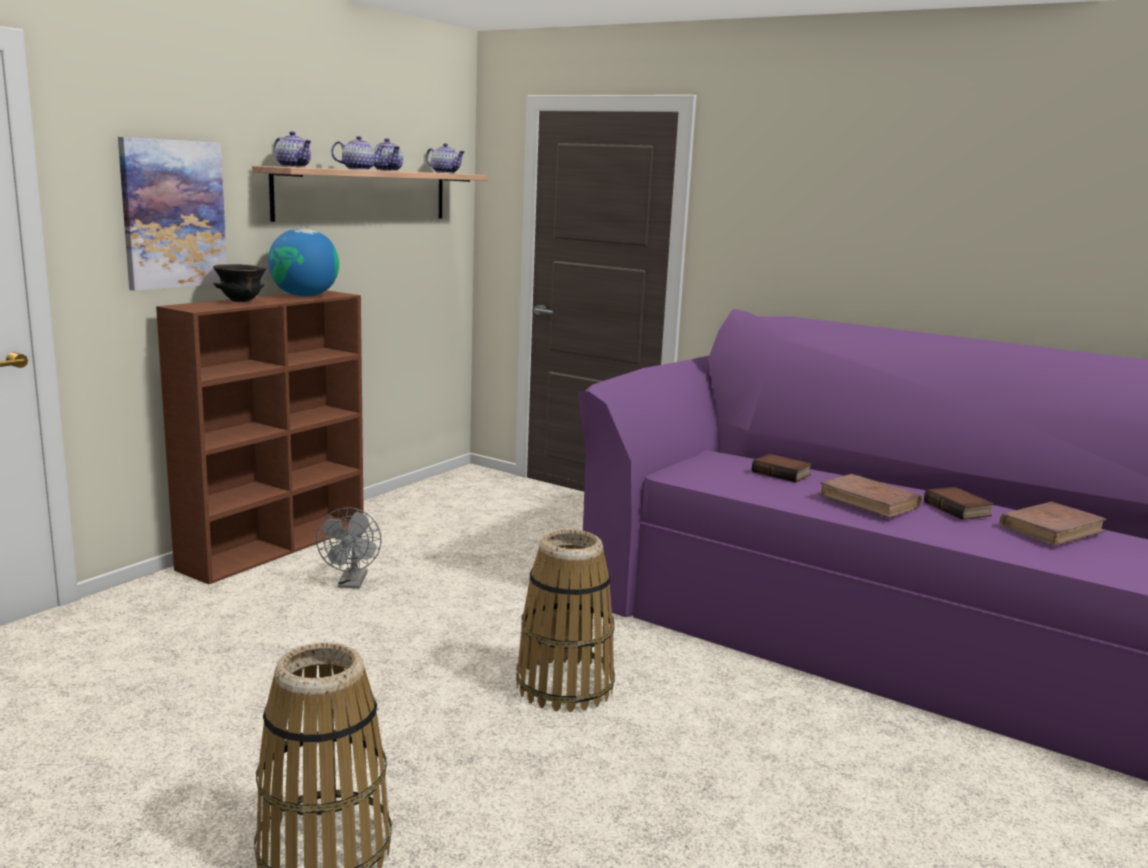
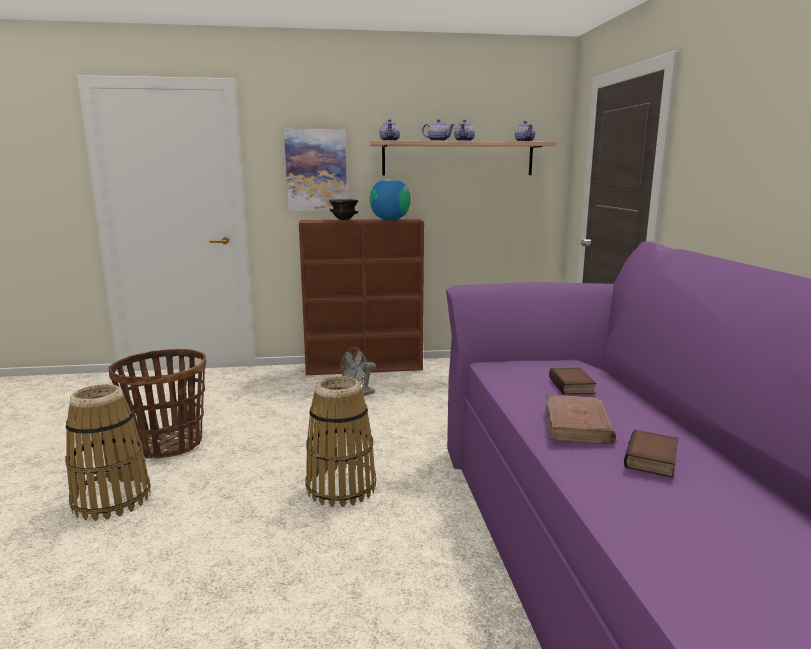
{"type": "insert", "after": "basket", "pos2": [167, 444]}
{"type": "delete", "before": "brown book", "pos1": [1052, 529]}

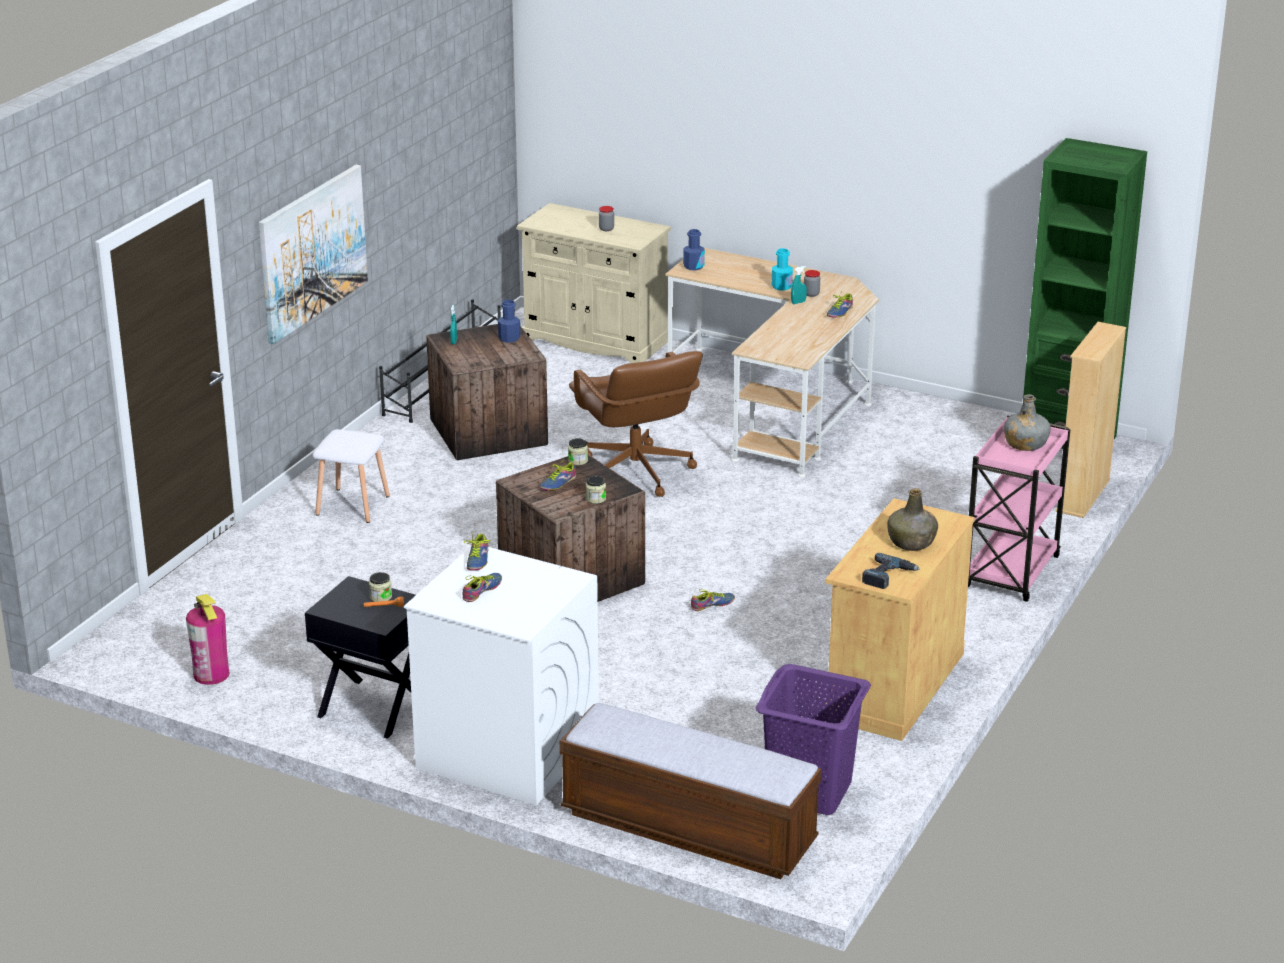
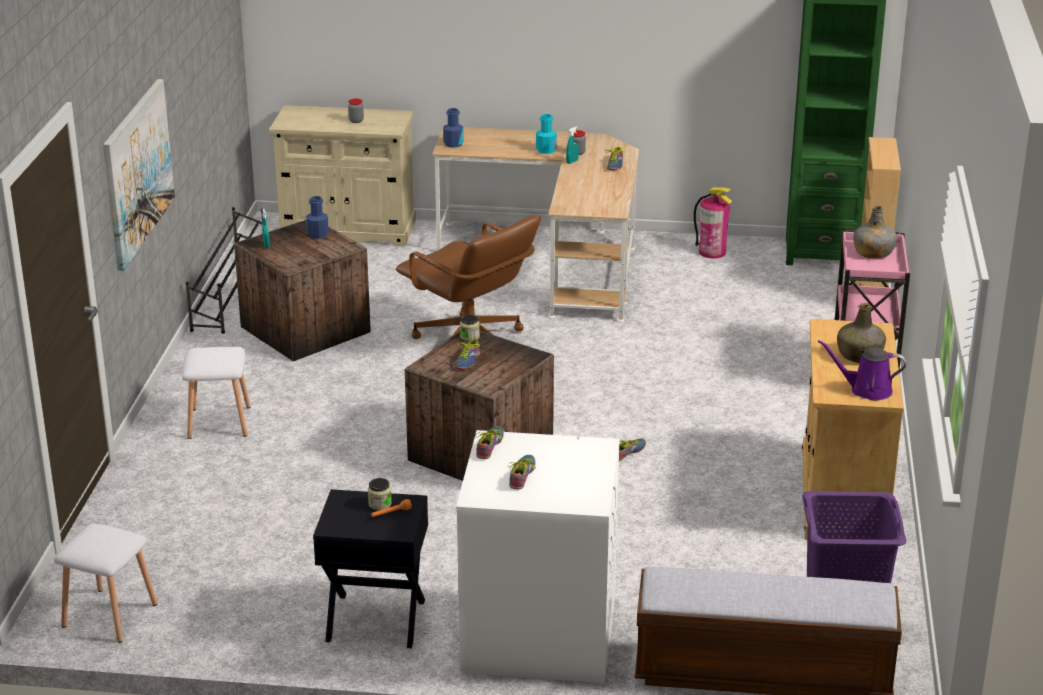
{"type": "insert", "after": "white-coloured sitting stool", "pos2": [108, 615]}
{"type": "rotate", "before": "low shoe", "pos1": [476, 560], "pos2": [491, 446], "turn": -150}
{"type": "move", "before": "extinguisher", "pos1": [211, 674], "pos2": [712, 252]}
{"type": "replace", "before": "electric drill", "after": "purple-coloured sprinkling can", "pos1": [888, 576], "pos2": [866, 390]}
{"type": "delete", "before": "jar", "pos1": [595, 499]}

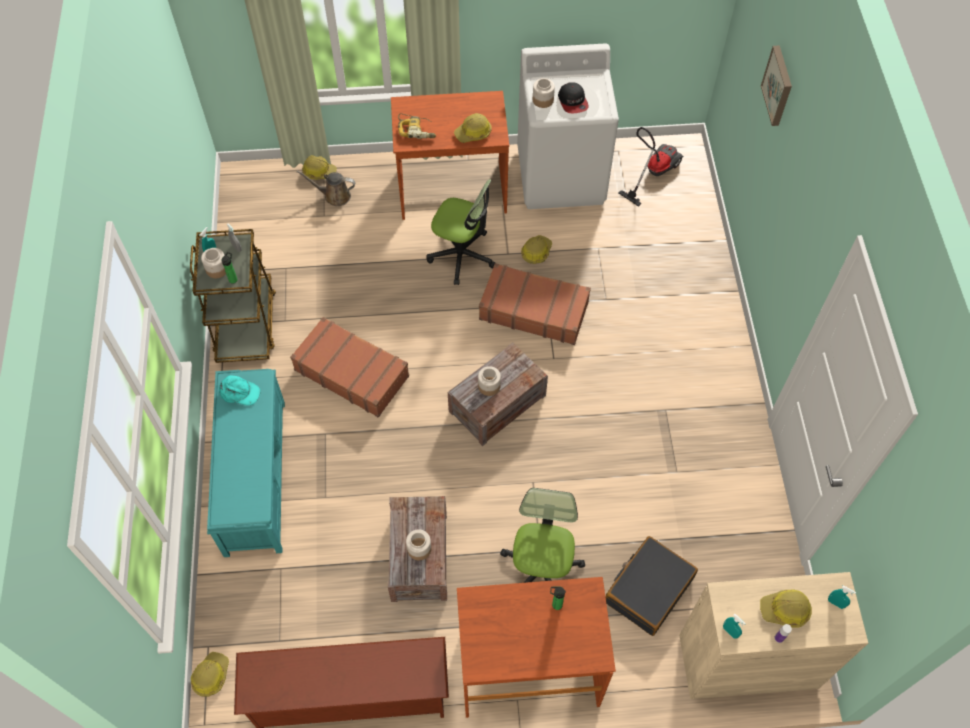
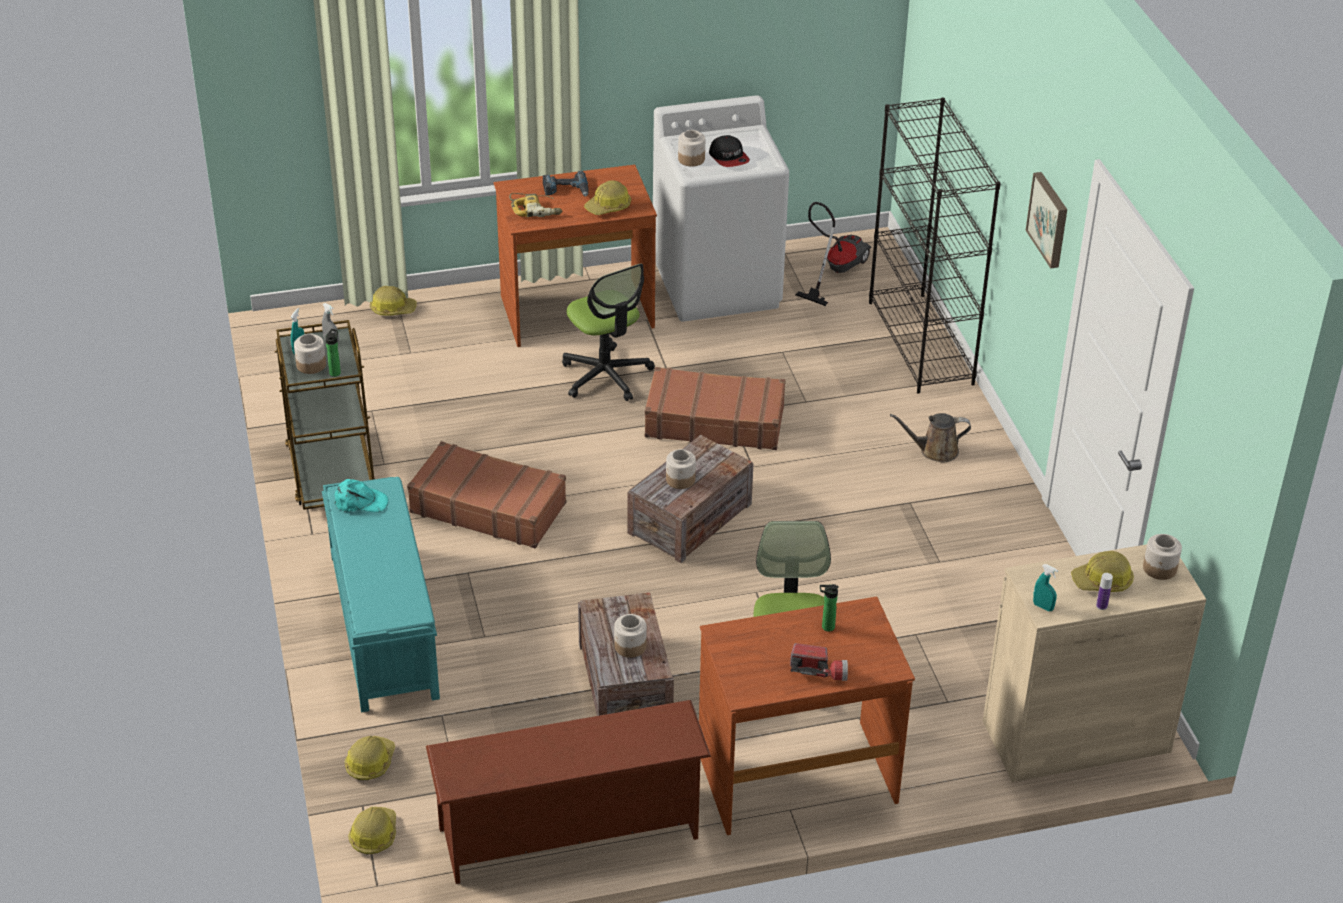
{"type": "move", "before": "work helmet", "pos1": [536, 252], "pos2": [370, 763]}
{"type": "insert", "after": "electric drill", "pos2": [566, 190]}
{"type": "rotate", "before": "desk chair", "pos1": [462, 255], "pos2": [606, 375], "turn": 45}
{"type": "insert", "after": "hand torch", "pos2": [819, 671]}
{"type": "insert", "after": "black-coloured bookshelf", "pos2": [921, 343]}
{"type": "move", "before": "brown sprinkling can", "pos1": [334, 196], "pos2": [935, 451]}
{"type": "move", "before": "picture", "pos1": [779, 85], "pos2": [1050, 219]}
{"type": "replace", "before": "turquoise-coloured spray bottle", "after": "jar", "pos1": [835, 603], "pos2": [1160, 569]}
{"type": "delete", "before": "black-coloured suitcase", "pos1": [648, 589]}

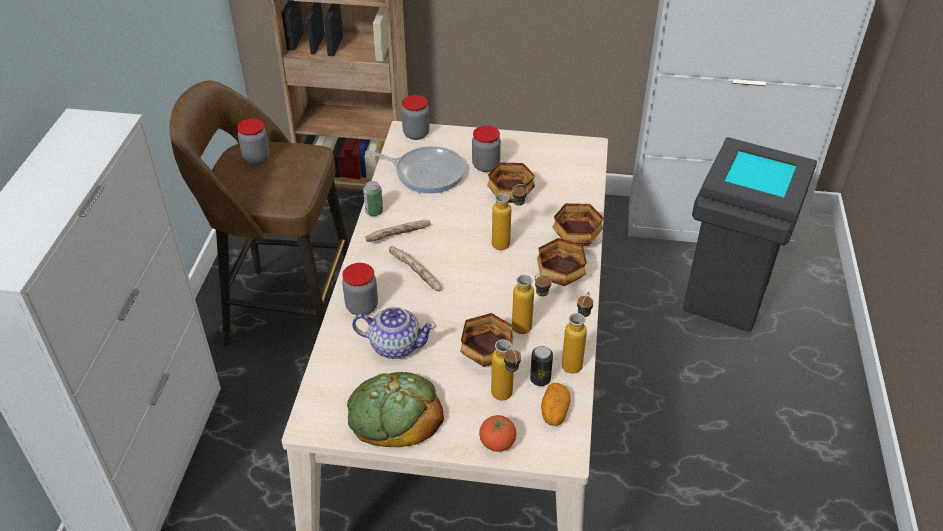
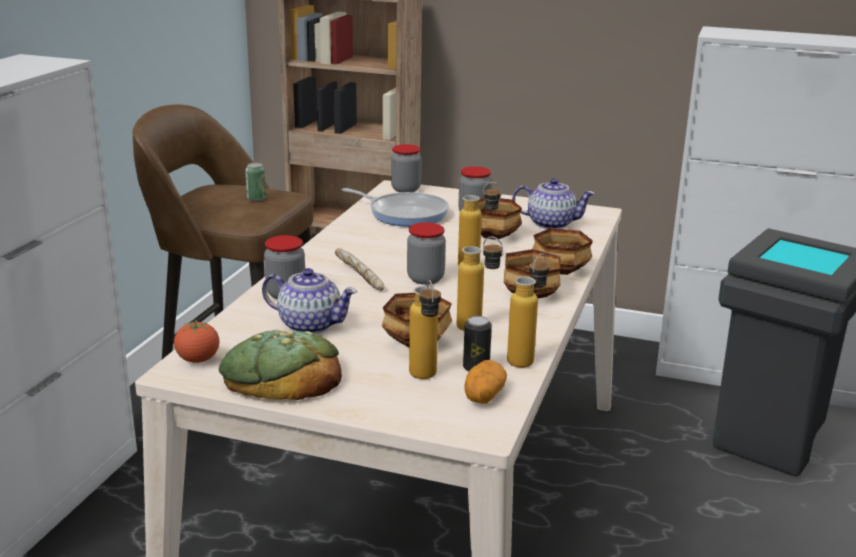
{"type": "move", "before": "tomato", "pos1": [497, 443], "pos2": [198, 360]}
{"type": "move", "before": "sealed can", "pos1": [374, 212], "pos2": [256, 199]}
{"type": "move", "before": "jar", "pos1": [256, 158], "pos2": [425, 279]}
{"type": "insert", "after": "pot for tea", "pos2": [550, 223]}
{"type": "delete", "before": "baked bread", "pos1": [399, 236]}

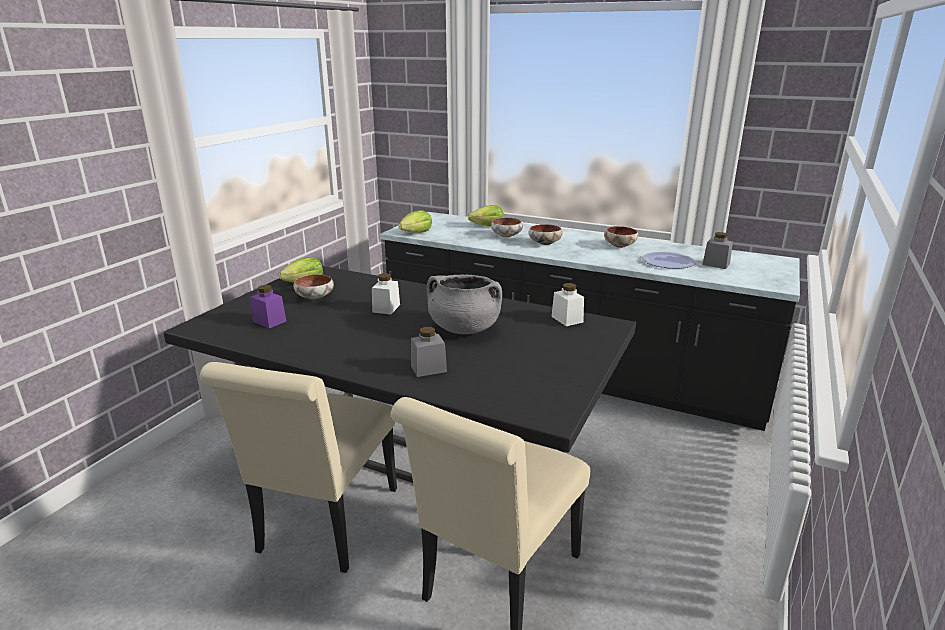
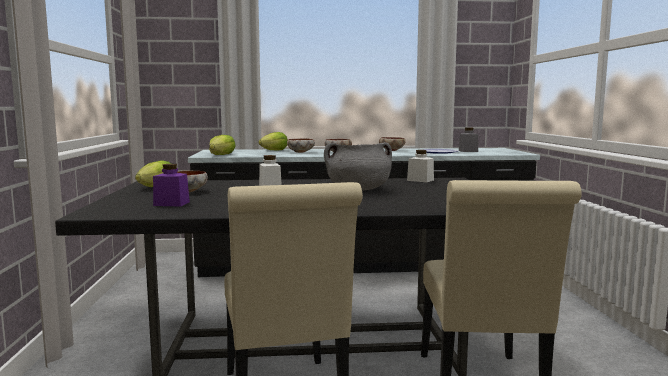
{"type": "delete", "before": "grey jar", "pos1": [428, 368]}

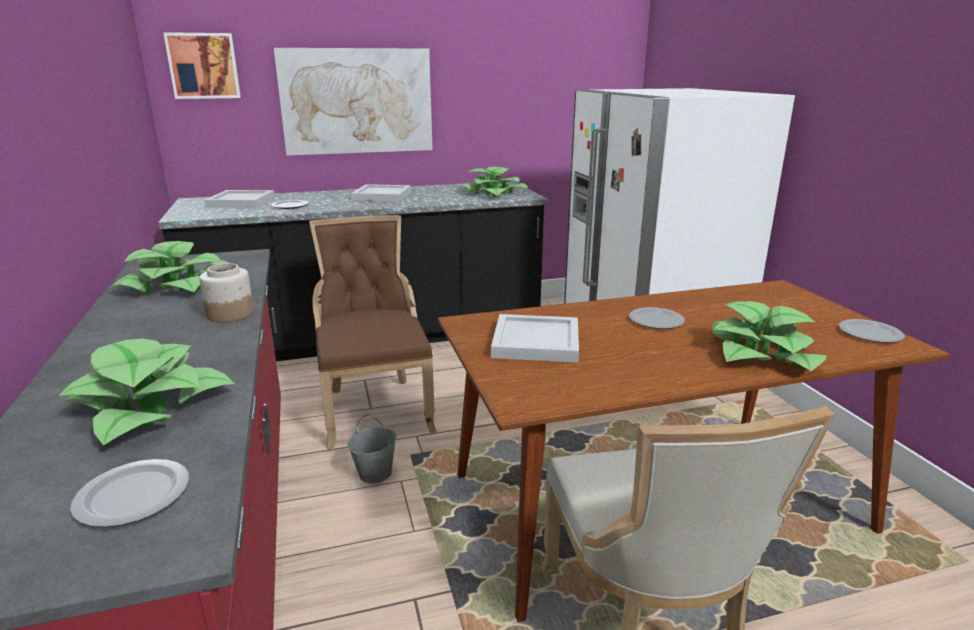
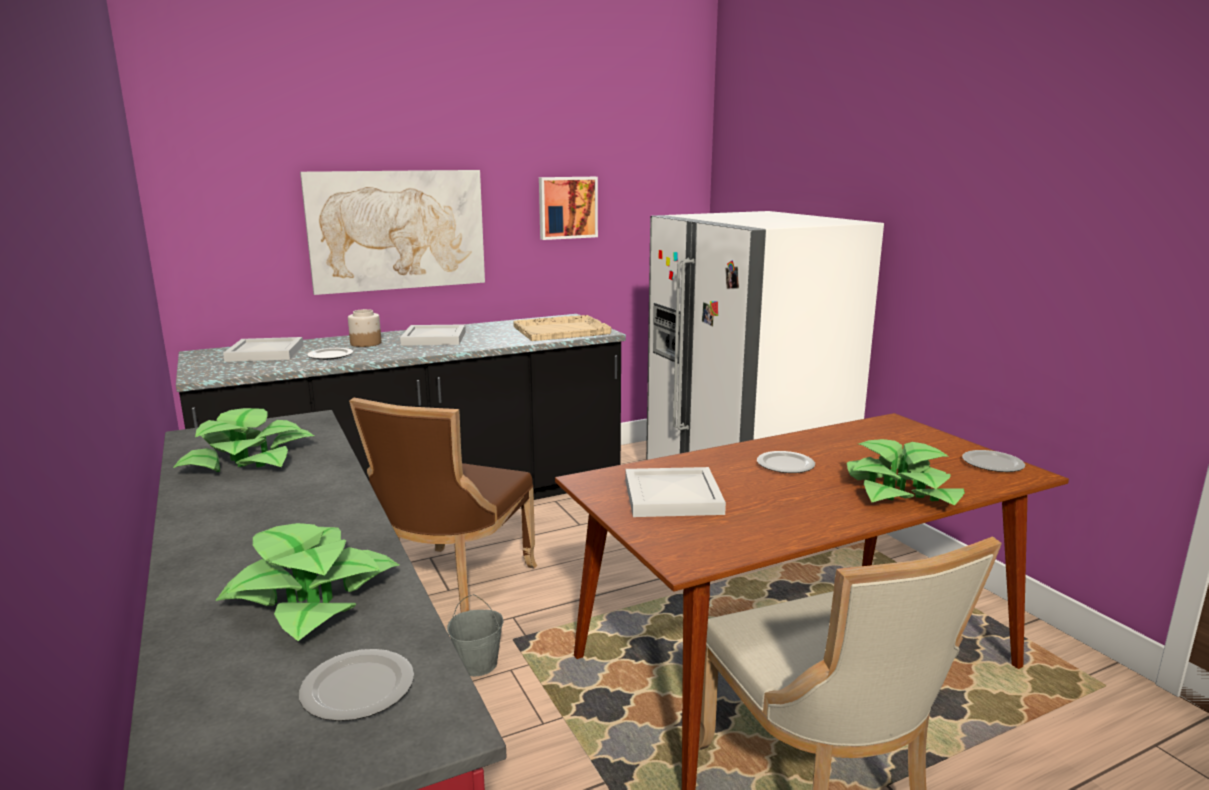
{"type": "move", "before": "jar", "pos1": [229, 314], "pos2": [365, 343]}
{"type": "rotate", "before": "brown plain chair", "pos1": [375, 408], "pos2": [454, 590], "turn": -135}
{"type": "replace", "before": "potted plant", "after": "beige-coloured serving tray", "pos1": [493, 193], "pos2": [562, 330]}
{"type": "move", "before": "picture", "pos1": [203, 66], "pos2": [567, 207]}

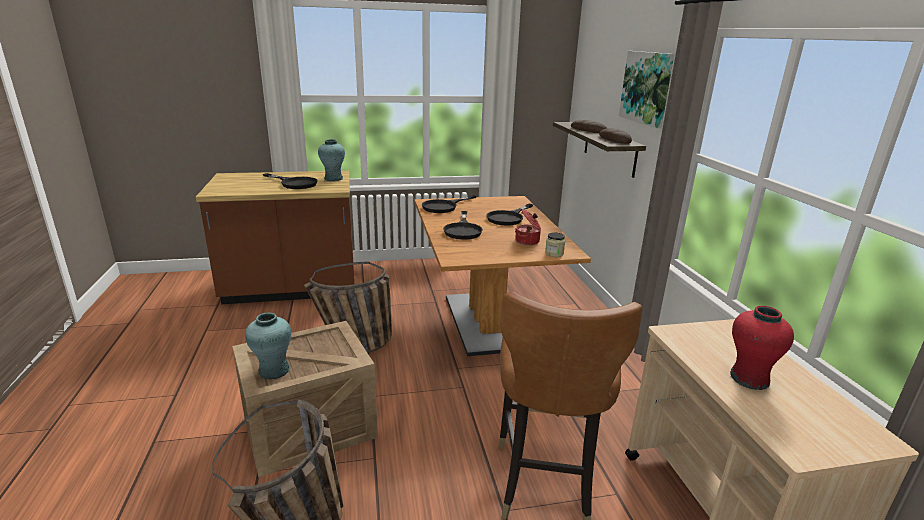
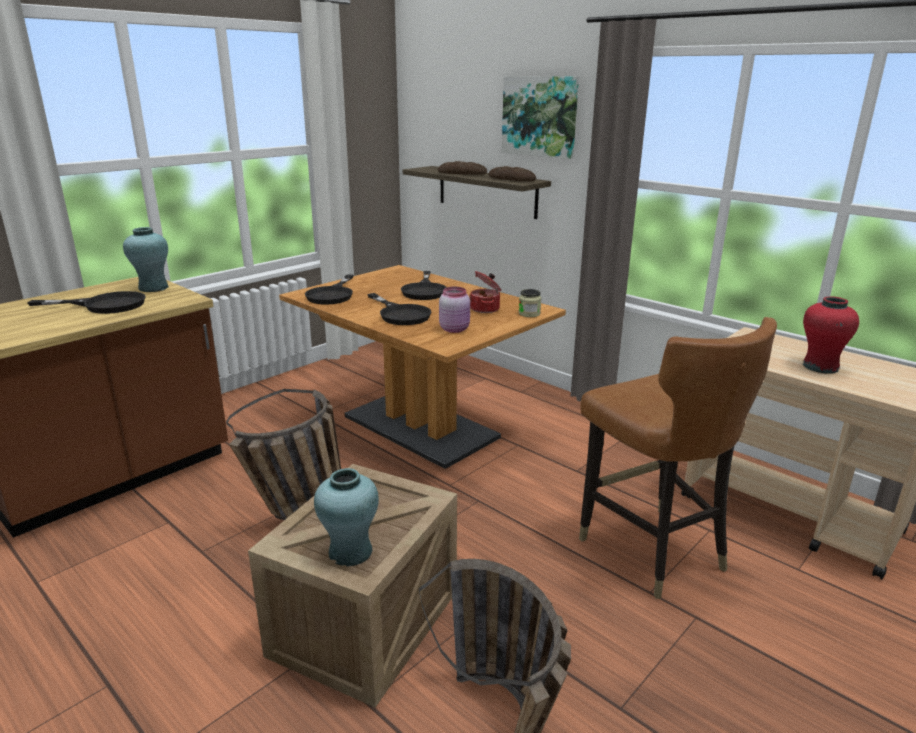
{"type": "insert", "after": "pink jar", "pos2": [455, 329]}

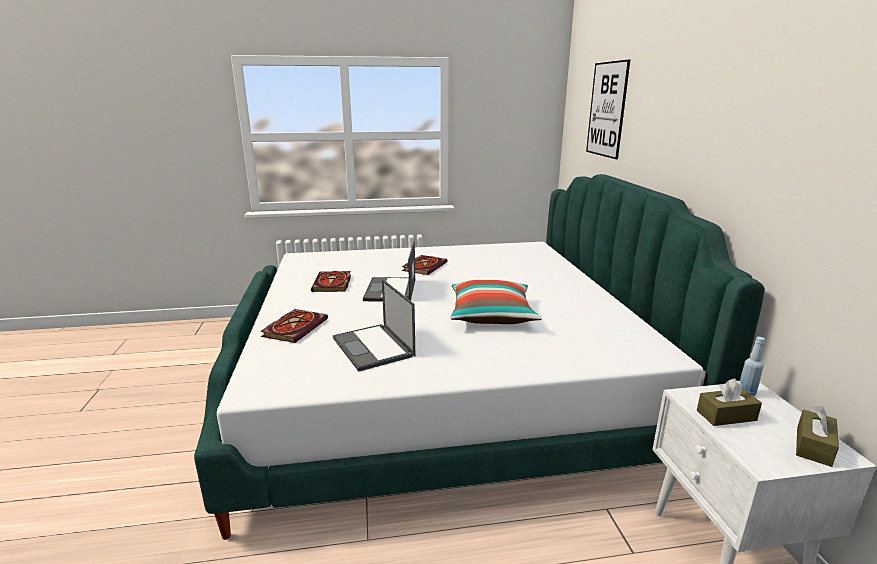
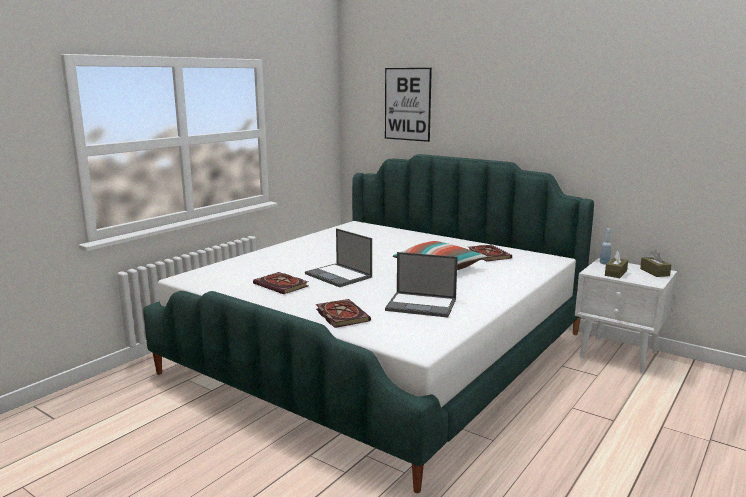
{"type": "move", "before": "book", "pos1": [424, 266], "pos2": [487, 254]}

